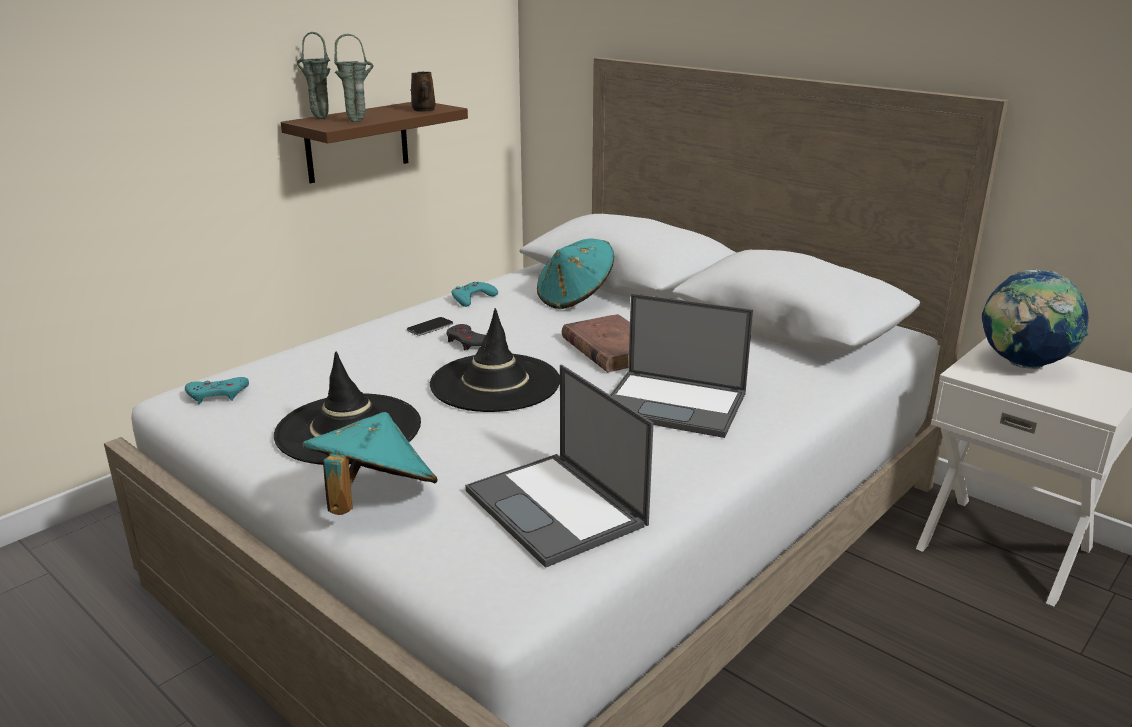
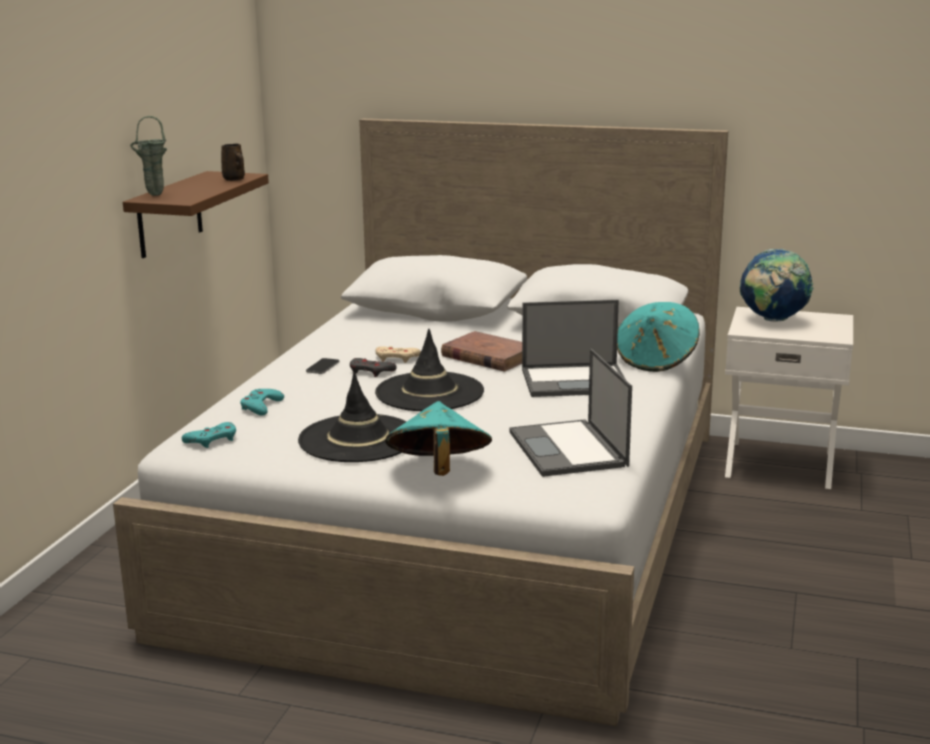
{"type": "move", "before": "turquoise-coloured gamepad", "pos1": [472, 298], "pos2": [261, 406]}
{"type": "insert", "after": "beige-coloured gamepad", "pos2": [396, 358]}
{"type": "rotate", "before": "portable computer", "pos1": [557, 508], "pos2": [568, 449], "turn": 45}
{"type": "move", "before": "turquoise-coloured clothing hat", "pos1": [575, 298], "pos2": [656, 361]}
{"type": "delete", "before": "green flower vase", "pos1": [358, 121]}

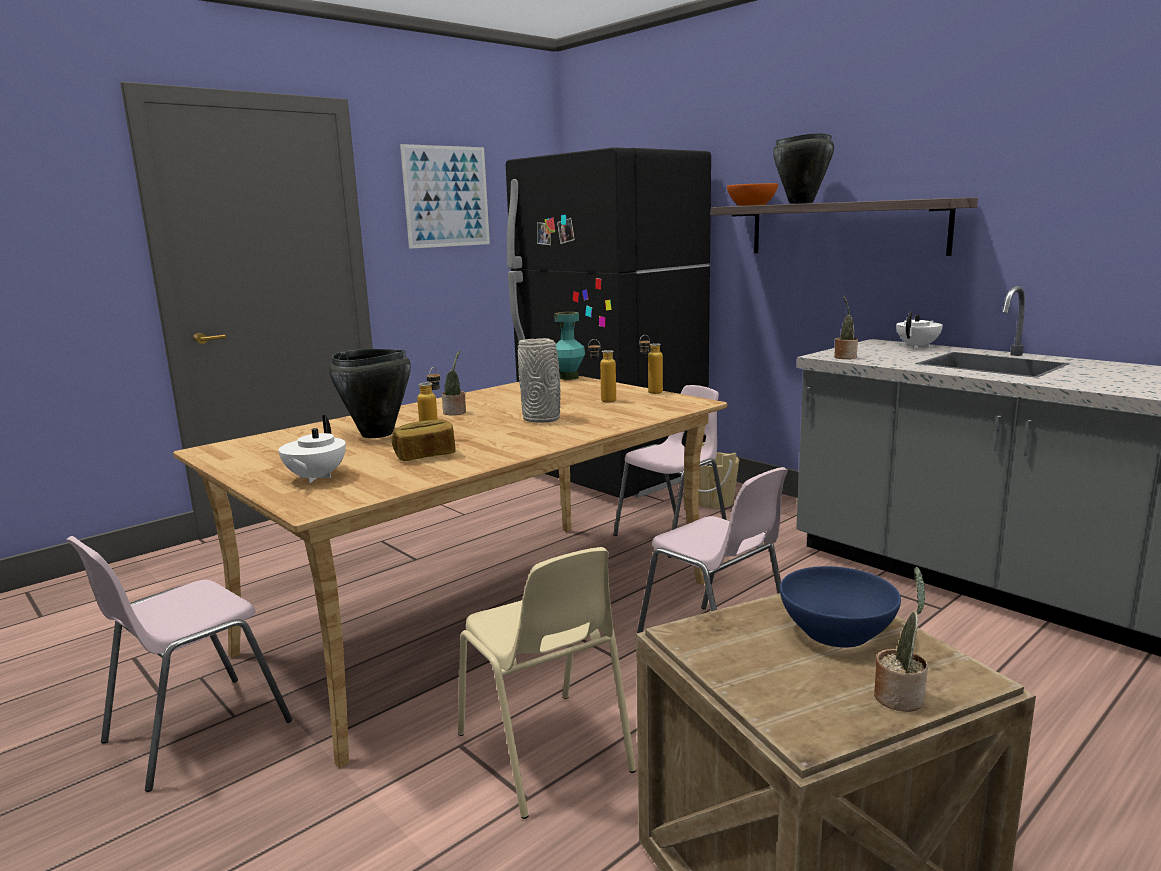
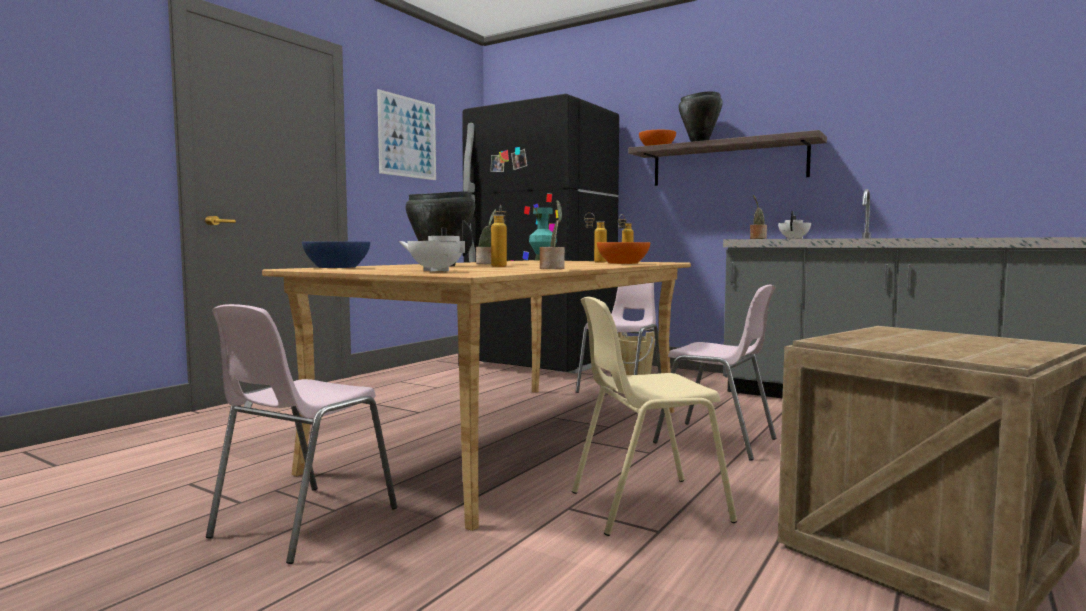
{"type": "move", "before": "blue-coloured deep dish", "pos1": [836, 631], "pos2": [336, 267]}
{"type": "rotate", "before": "white-coloured pot for tea", "pos1": [315, 478], "pos2": [436, 270], "turn": 120}
{"type": "move", "before": "potted plant", "pos1": [900, 696], "pos2": [552, 269]}
{"type": "rotate", "before": "beige-coloured plain chair", "pos1": [545, 753], "pos2": [646, 506], "turn": 120}
{"type": "insert", "after": "orange-coloured deep dish", "pos2": [622, 263]}
{"type": "delete", "before": "baked bread", "pos1": [425, 456]}
{"type": "delete", "before": "grey flower vase", "pos1": [542, 419]}

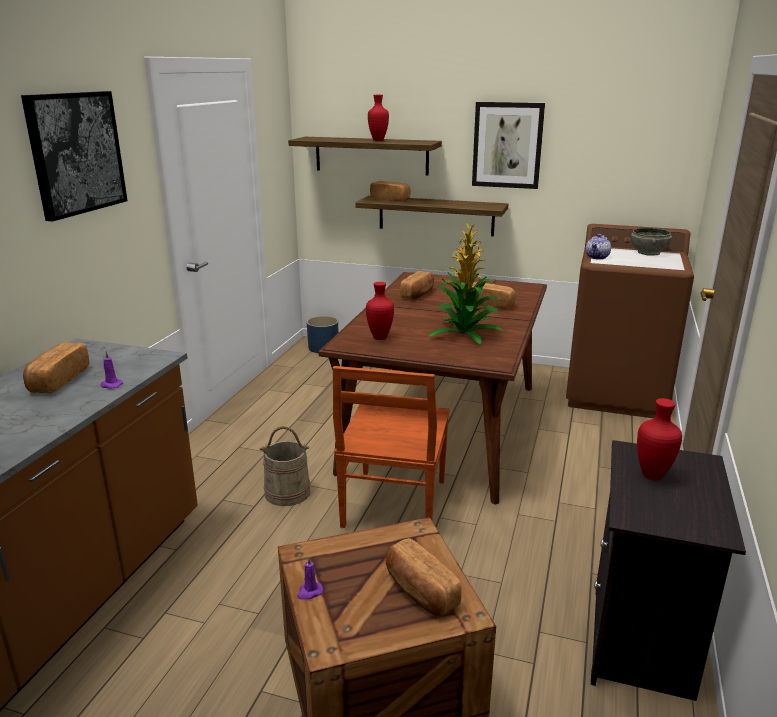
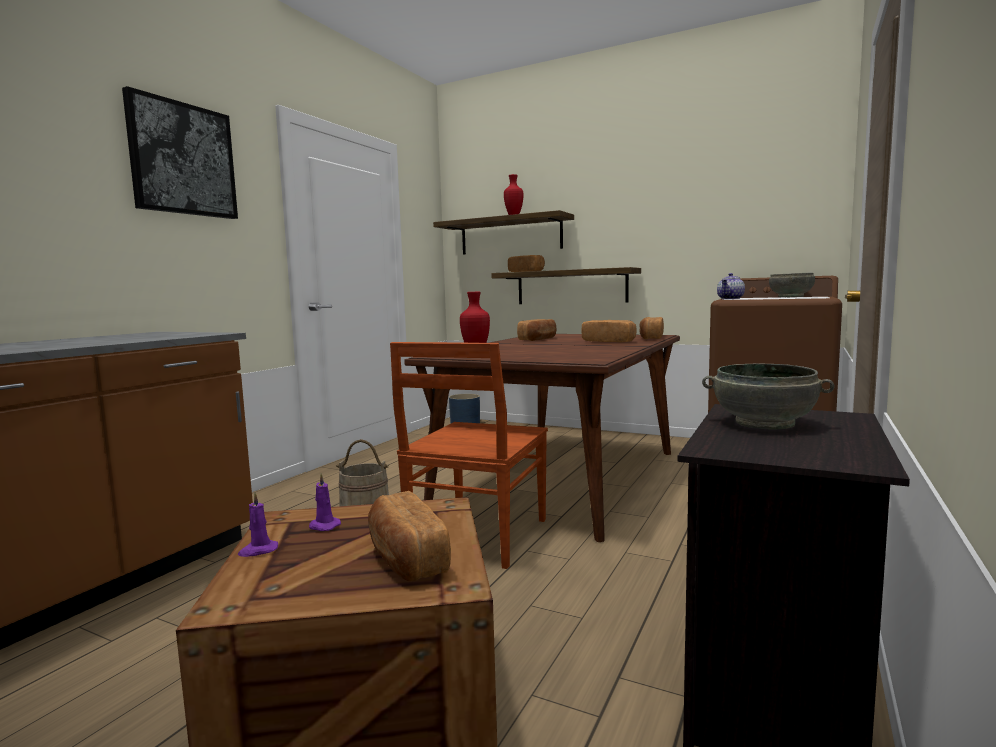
{"type": "move", "before": "purple-coloured candle", "pos1": [111, 385], "pos2": [323, 526]}
{"type": "move", "before": "baked bread", "pos1": [58, 380], "pos2": [651, 338]}
{"type": "replace", "before": "reddish flower vase", "after": "grey deep dish", "pos1": [653, 475], "pos2": [764, 423]}
{"type": "delete", "before": "potted plant", "pos1": [465, 333]}
{"type": "delete", "before": "picture", "pos1": [507, 145]}

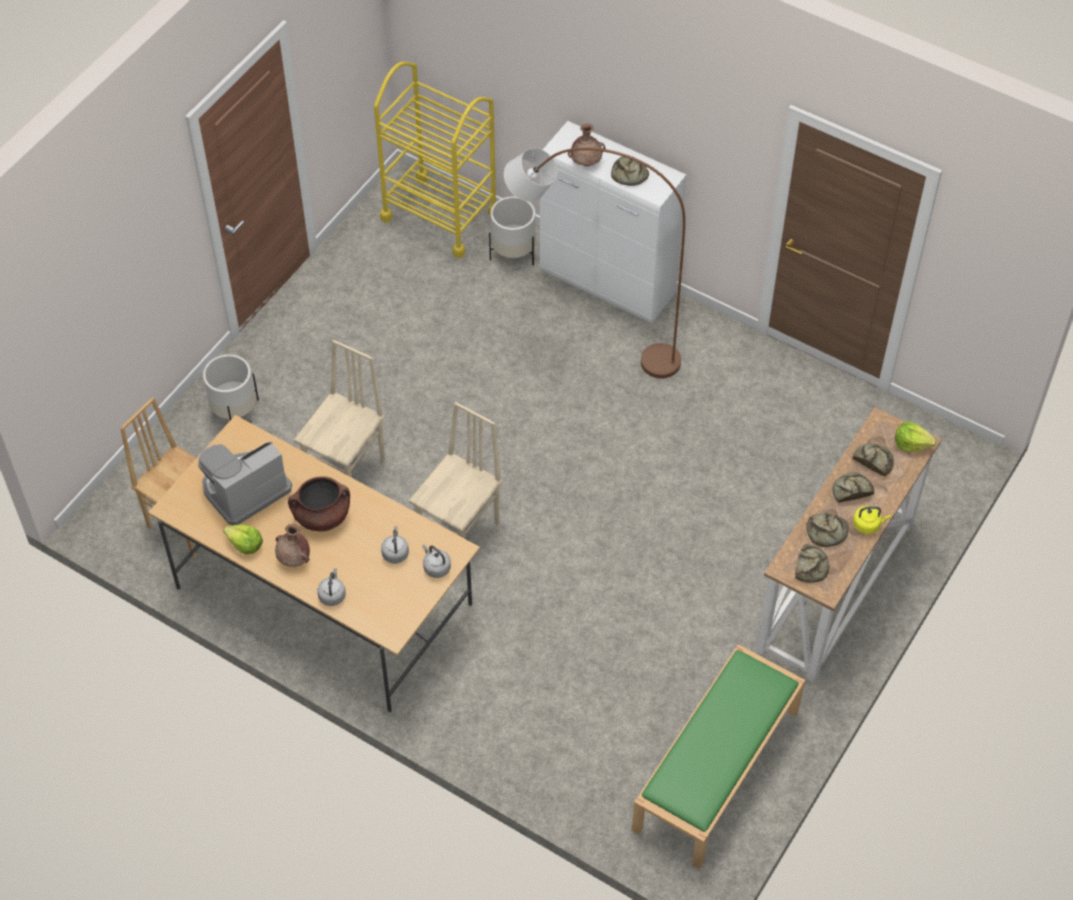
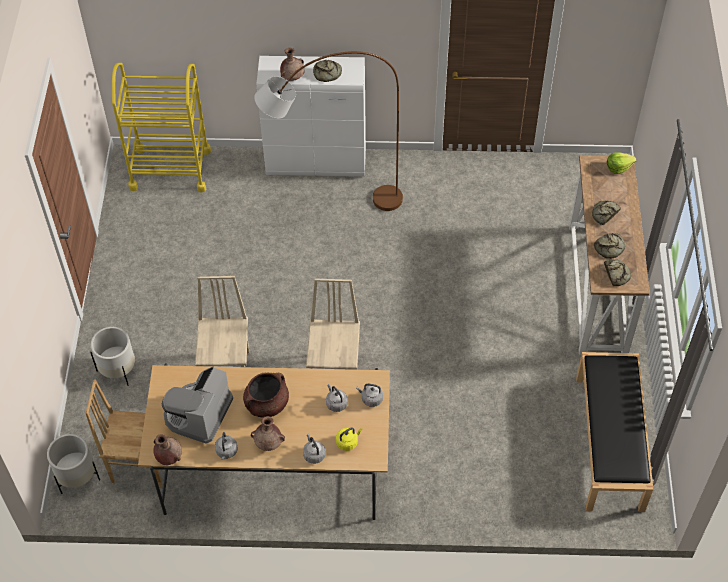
{"type": "move", "before": "white-coloured plant pot", "pos1": [513, 253], "pos2": [77, 477]}
{"type": "insert", "after": "brown flower vase", "pos2": [168, 457]}
{"type": "replace", "before": "head of lettuce", "after": "grey water kettle", "pos1": [245, 545], "pos2": [226, 452]}
{"type": "move", "before": "yellowish water kettle", "pos1": [868, 525], "pos2": [348, 442]}
{"type": "recolor", "before": "green indoor bench", "after": "black-coloured indoor bench", "pos1": [716, 770], "pos2": [610, 443]}
{"type": "delete", "before": "baked bread", "pos1": [873, 461]}

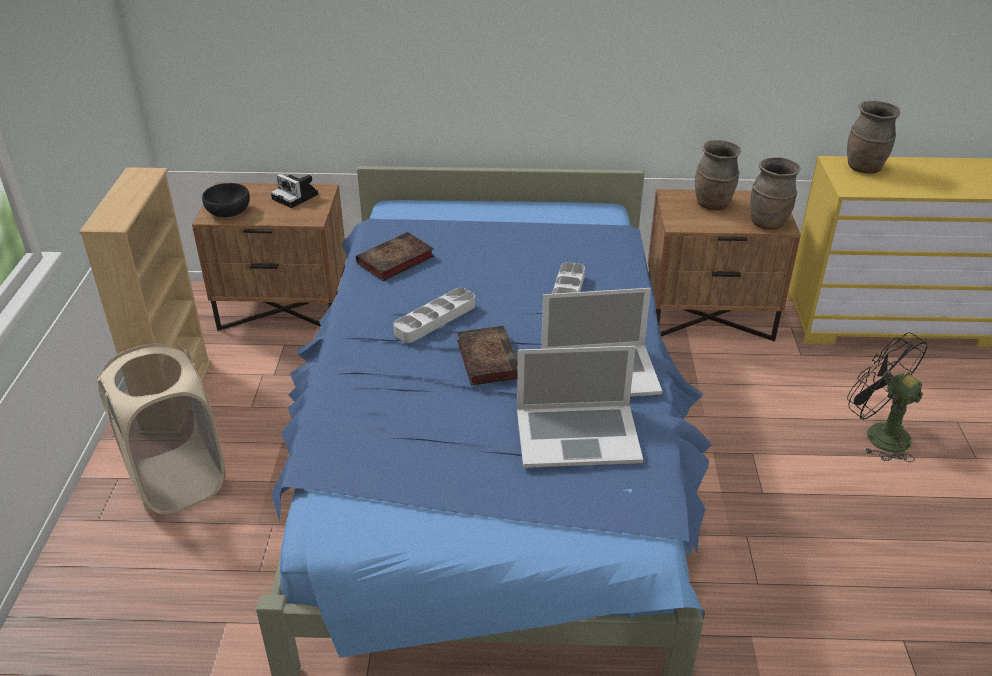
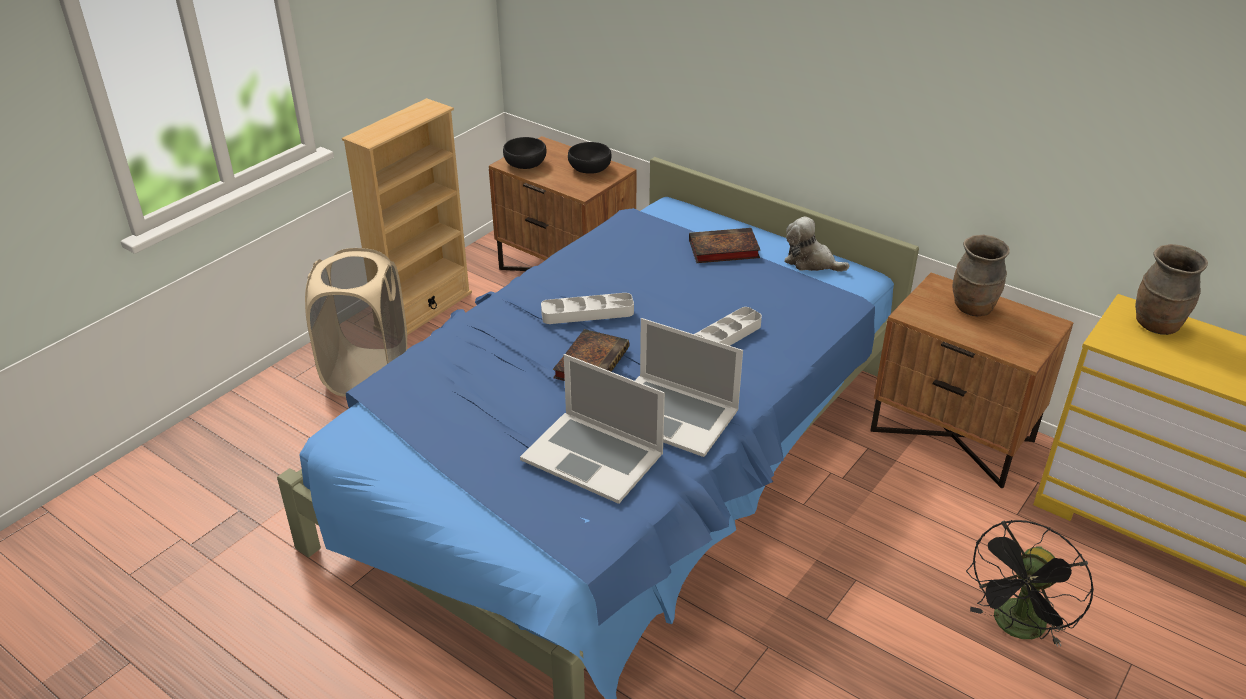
{"type": "replace", "before": "photo camera", "after": "black-coloured deep dish", "pos1": [296, 197], "pos2": [590, 169]}
{"type": "move", "before": "book", "pos1": [394, 261], "pos2": [722, 250]}
{"type": "insert", "after": "plush toy", "pos2": [811, 262]}
{"type": "rotate", "before": "black-coloured fan", "pos1": [878, 434], "pos2": [1017, 629], "turn": -135}
{"type": "delete", "before": "brown flower vase", "pos1": [768, 224]}

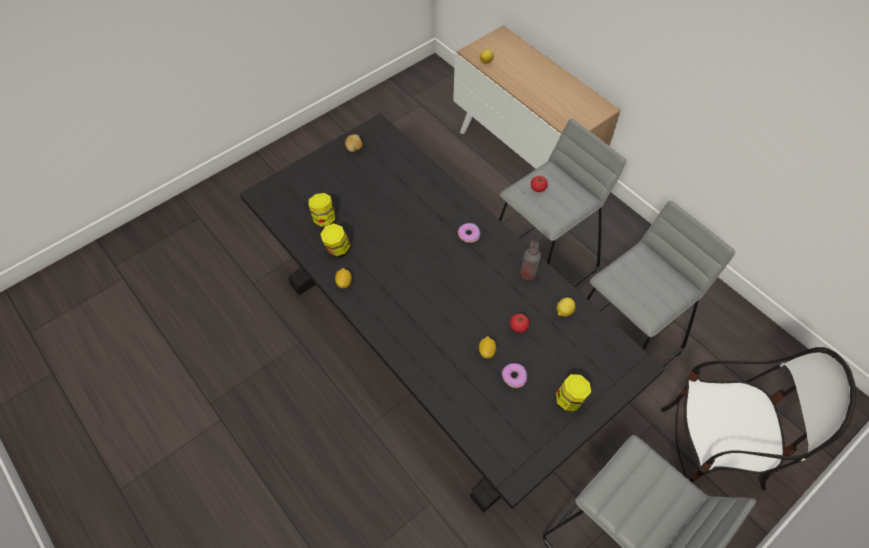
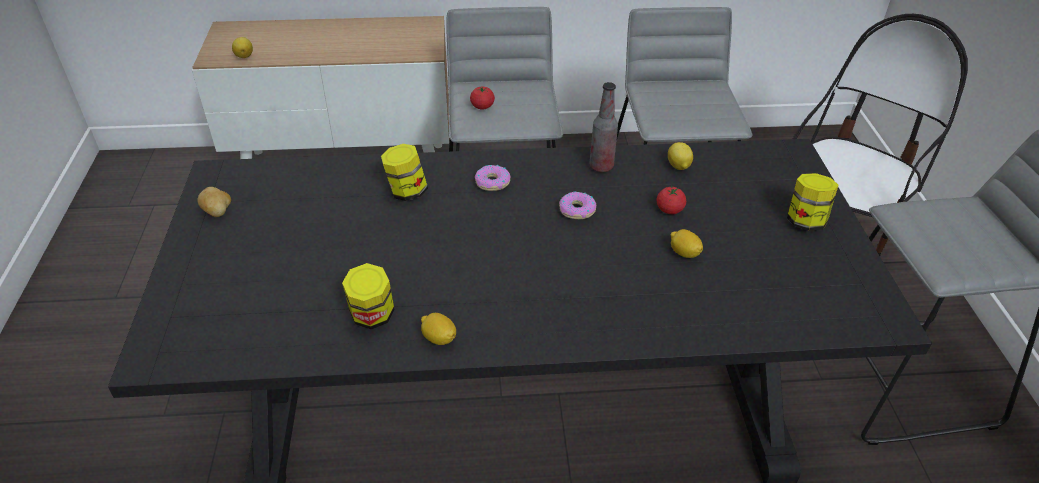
{"type": "move", "before": "jar", "pos1": [324, 220], "pos2": [406, 192]}
{"type": "move", "before": "ring doughnut", "pos1": [514, 377], "pos2": [577, 210]}

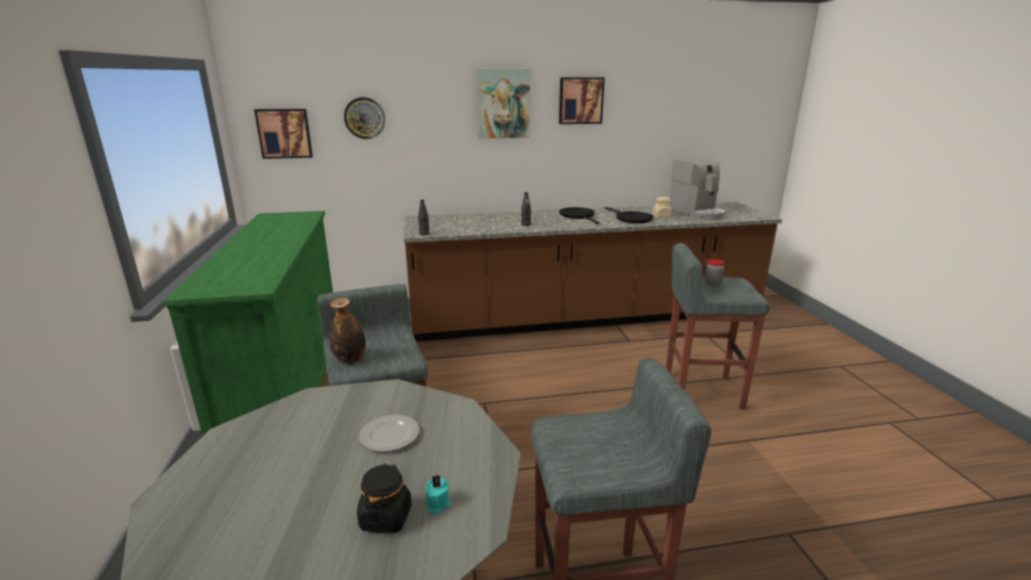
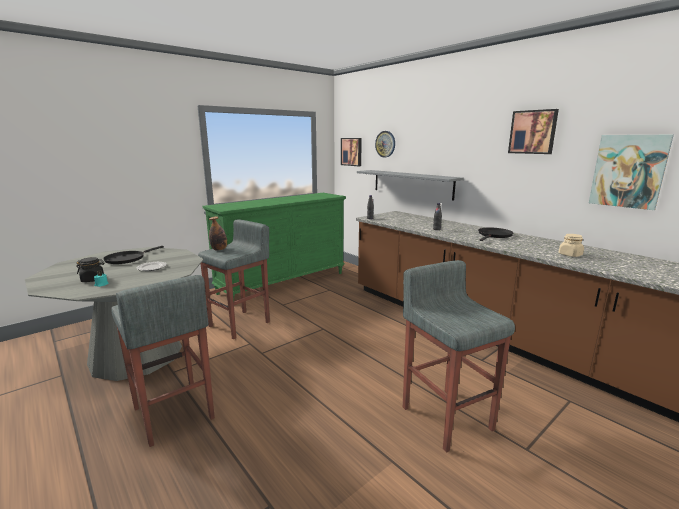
{"type": "move", "before": "black-coloured skillet", "pos1": [632, 219], "pos2": [127, 259]}
{"type": "insert", "after": "grey shelf", "pos2": [411, 184]}
{"type": "move", "before": "picture", "pos1": [503, 104], "pos2": [628, 171]}
{"type": "delete", "before": "coffee machine", "pos1": [697, 213]}
{"type": "delete", "before": "jar", "pos1": [712, 284]}

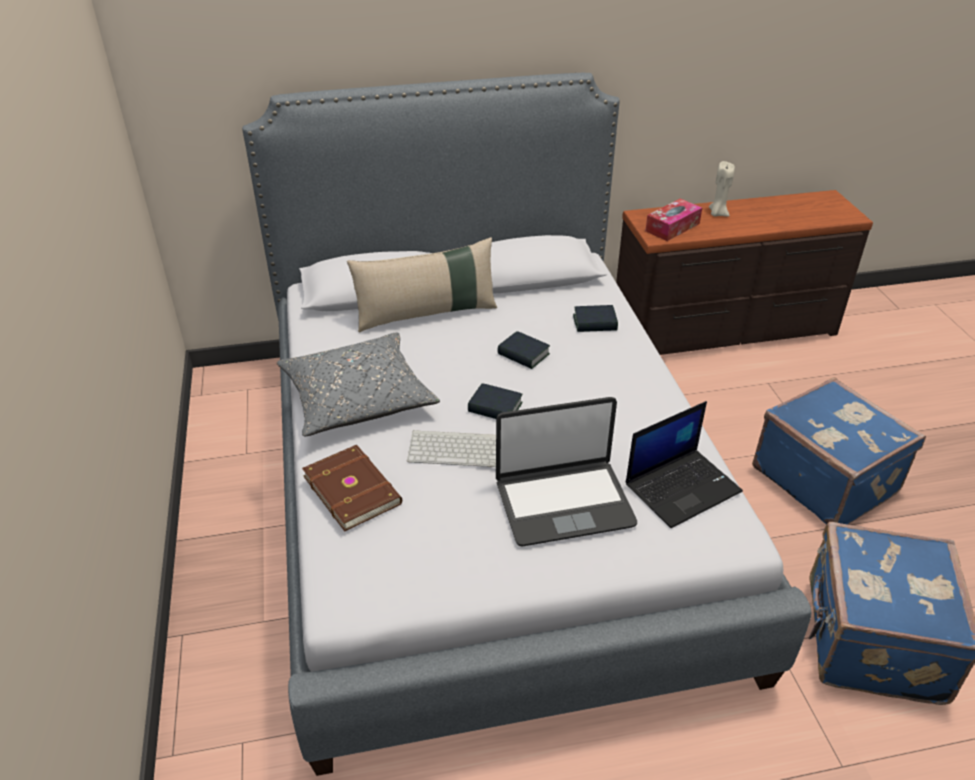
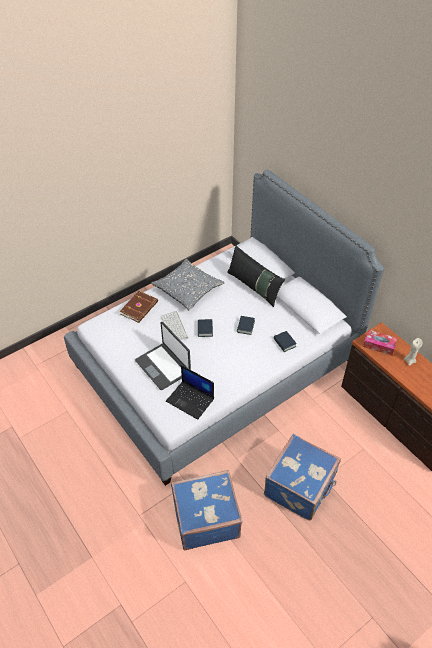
{"type": "recolor", "before": "beige-coloured throw pillow", "after": "black-coloured throw pillow", "pos1": [427, 313], "pos2": [254, 287]}

